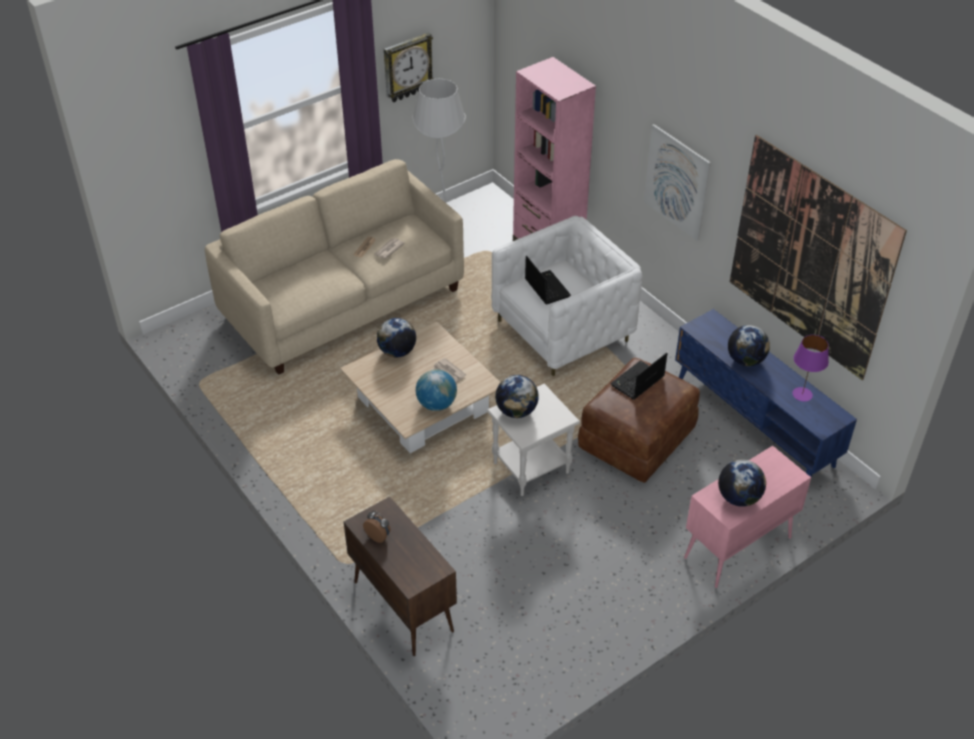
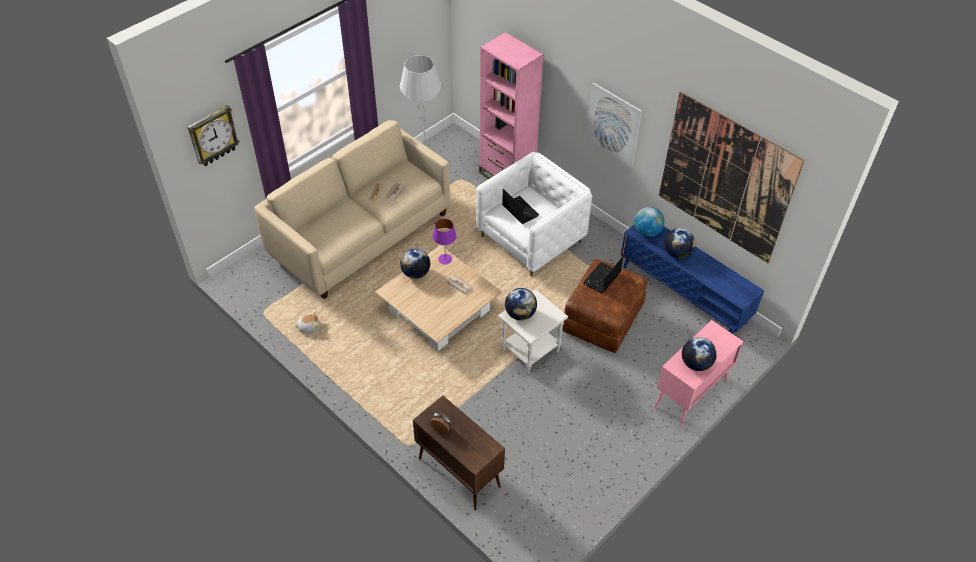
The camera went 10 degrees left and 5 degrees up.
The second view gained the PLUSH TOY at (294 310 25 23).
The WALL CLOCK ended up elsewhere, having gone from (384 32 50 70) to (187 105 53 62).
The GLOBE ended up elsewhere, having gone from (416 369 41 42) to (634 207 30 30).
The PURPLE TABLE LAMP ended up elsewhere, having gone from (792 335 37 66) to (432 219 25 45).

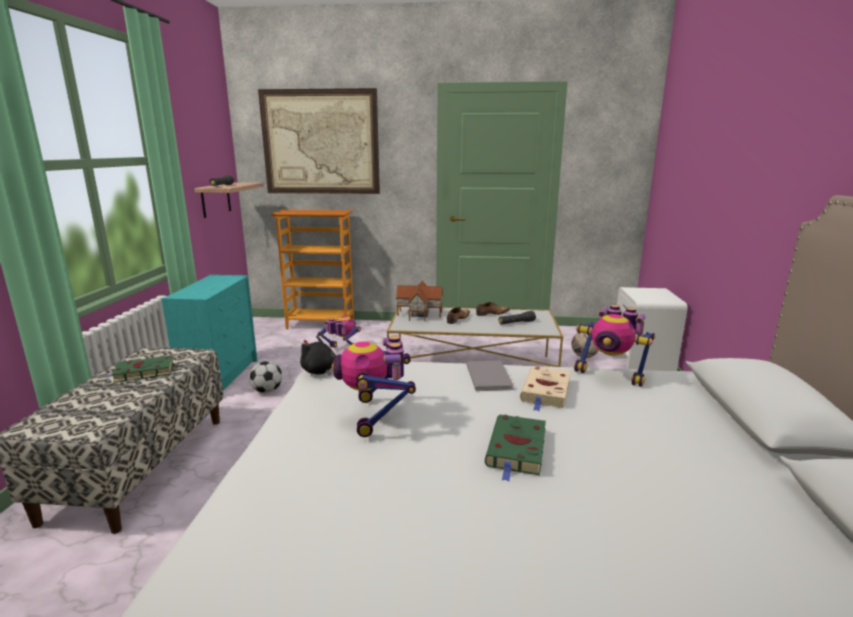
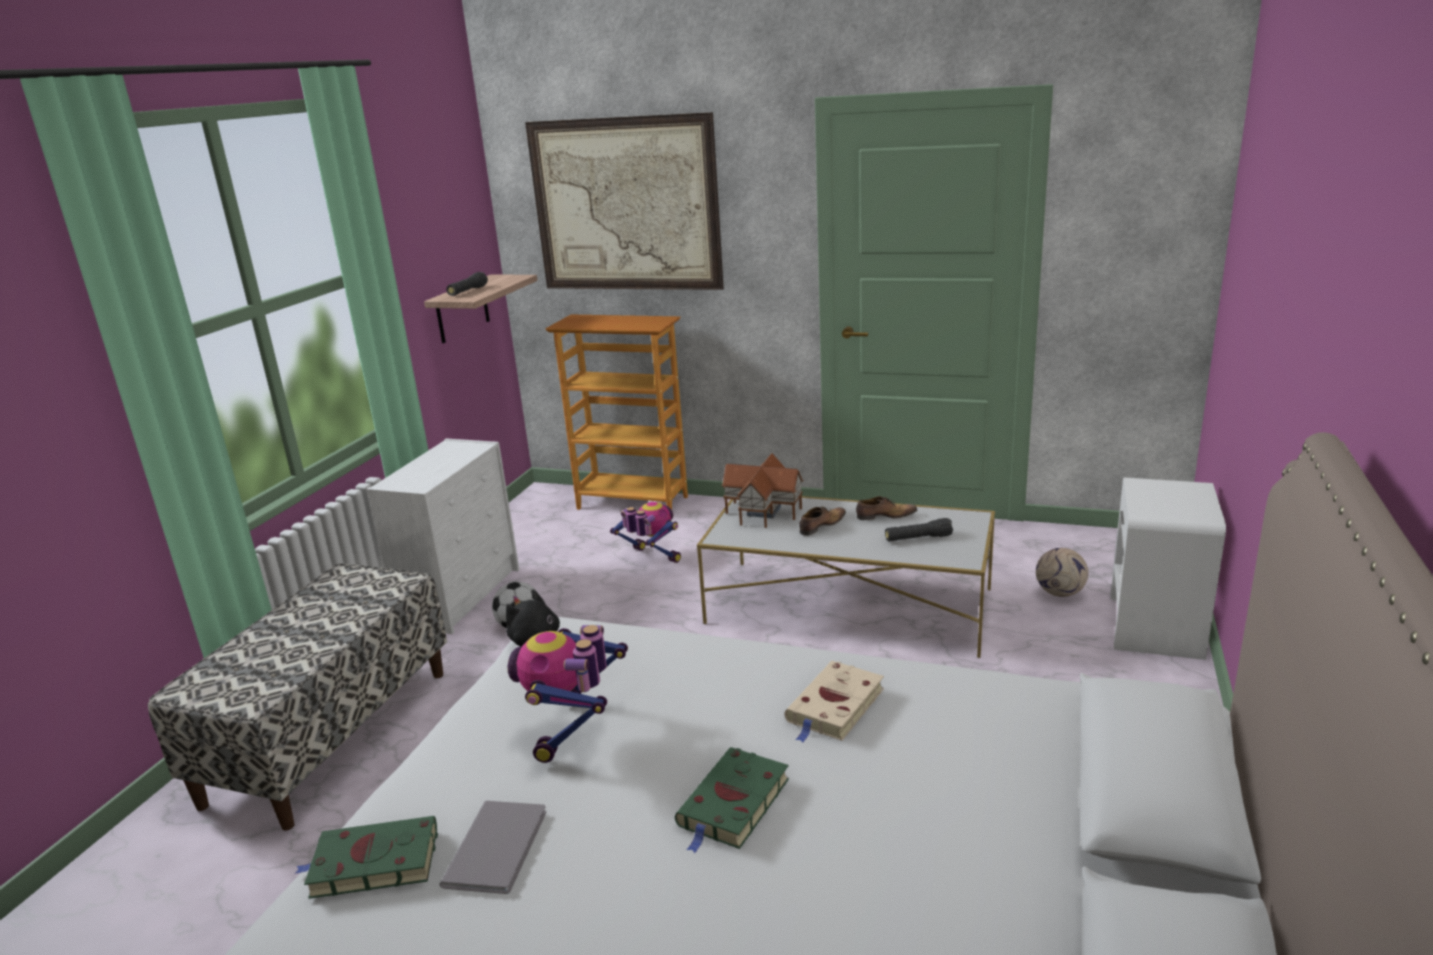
The camera went 15 degrees right and 5 degrees up.
The second view lost the TOY ROBOT at (574 305 81 82).
The GREEN BOOK ended up elsewhere, having gone from (105 356 68 27) to (295 816 143 83).
The GREY BOOK ended up elsewhere, having gone from (466 360 48 31) to (439 801 108 93).
What was the TURQUOISE DRESSER at (161 275 96 115) turned into the WHITE DRESSER at (367 438 153 196).

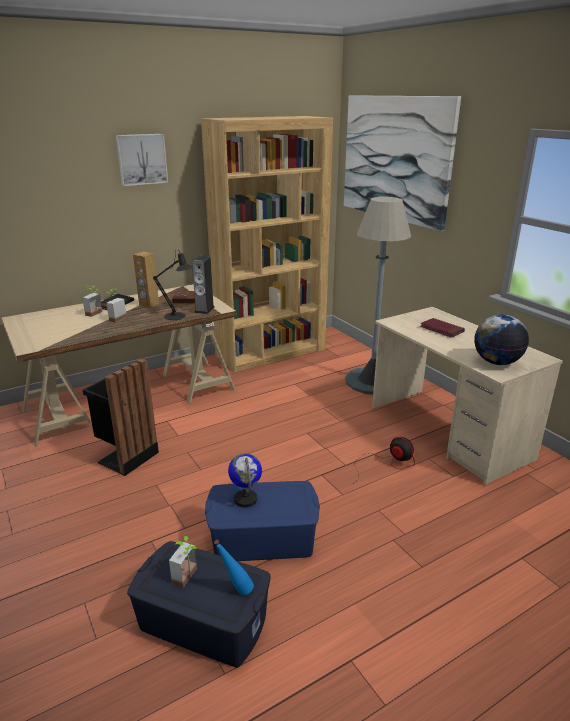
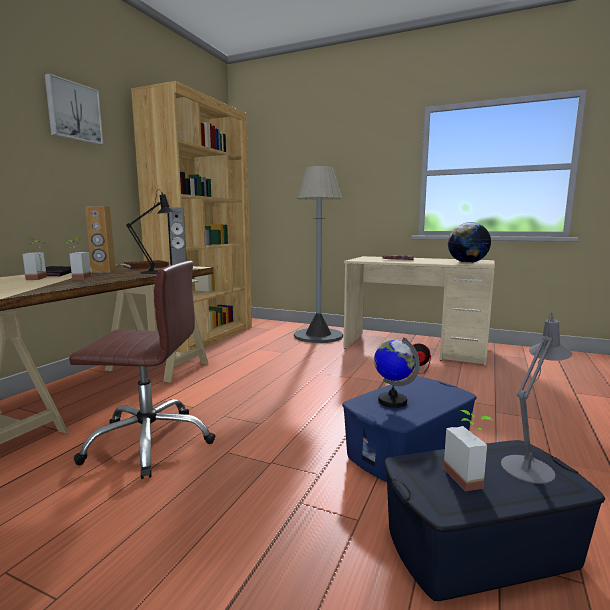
The camera went 35 degrees left and 15 degrees down.
The second view lost the PICTURE at (344 95 117 137).
Where the BLACK TRASH CAN stood at (82 358 77 118), the BROWN OFFICE CHAIR came to stand at (69 261 146 218).
Where the BLUE BOTTLE stood at (214 539 40 56), the GREY TABLE LAMP came to stand at (501 312 71 172).

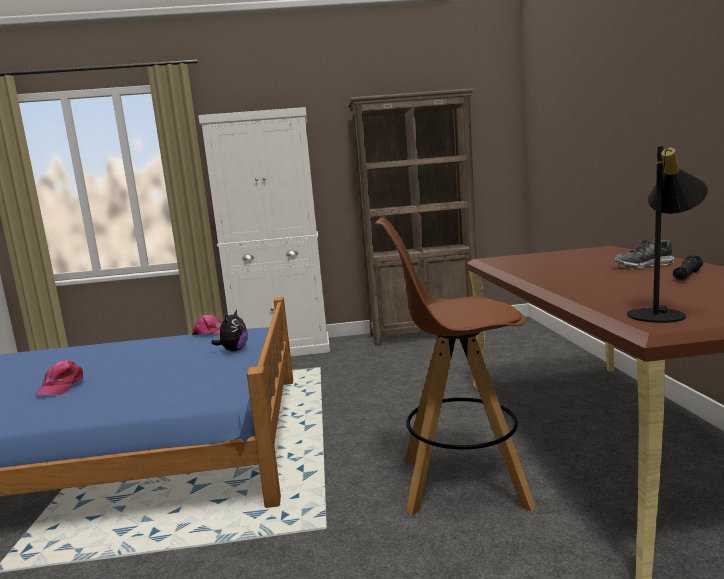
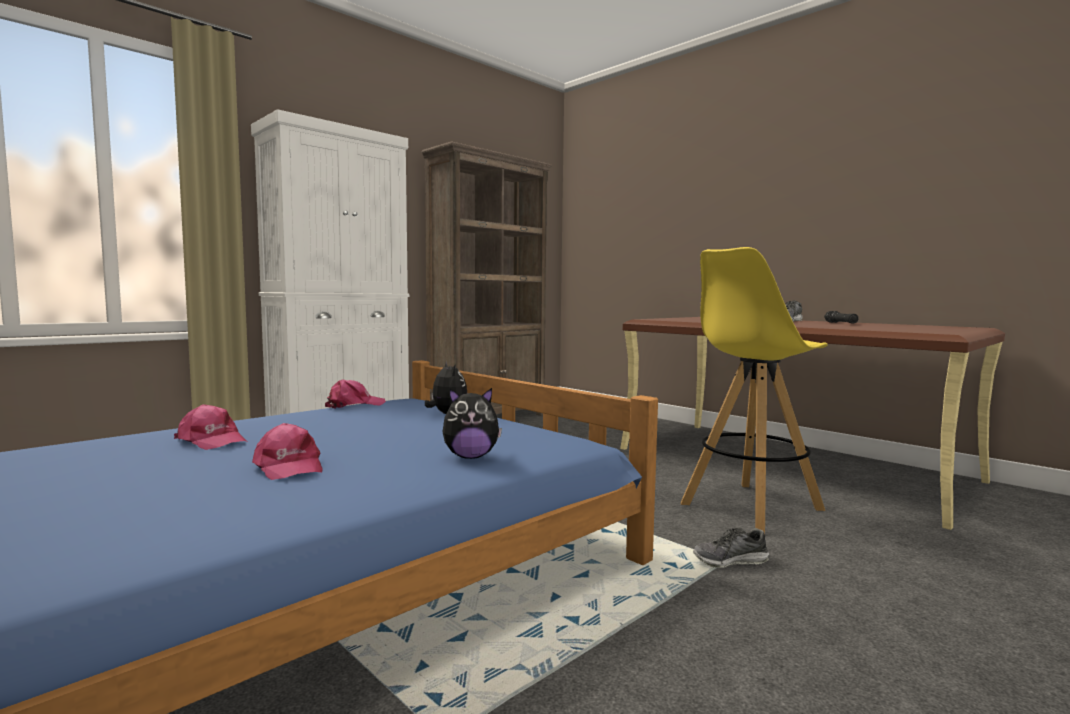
The camera went 40 degrees left and 5 degrees down.
The second view lost the BLACK TABLE LAMP at (627 146 81 177).
The second view gained the PINK CAP at (174 404 73 46).
The second view gained the PLUSH TOY at (442 388 60 71).
The second view gained the SHOE at (693 528 76 40).
What was the BROWN STOOL at (375 218 161 297) turned into the YELLOW STOOL at (681 247 147 287).

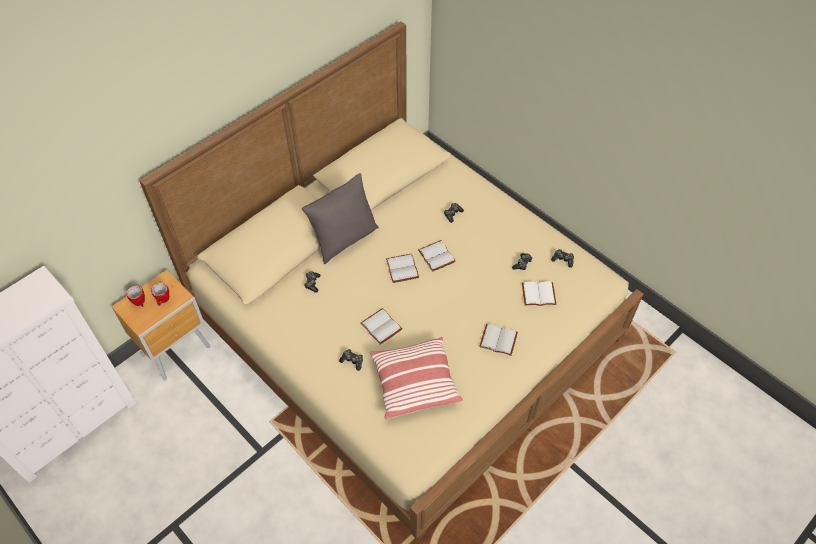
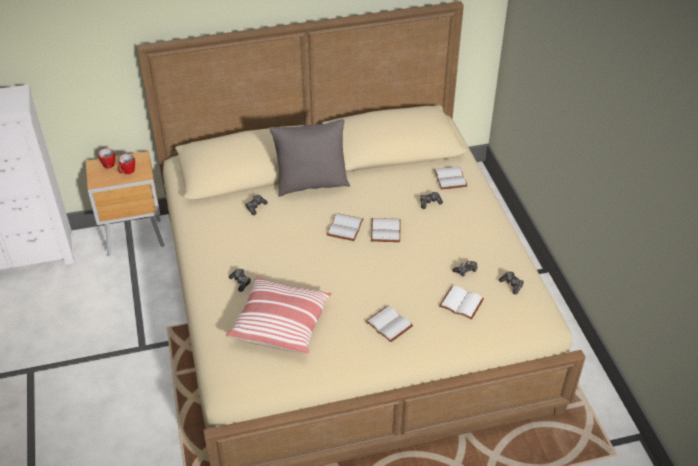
The camera went 30 degrees right and 10 degrees down.
The WHITE BOOK ended up elsewhere, having gone from (360 308 42 37) to (434 166 33 23).

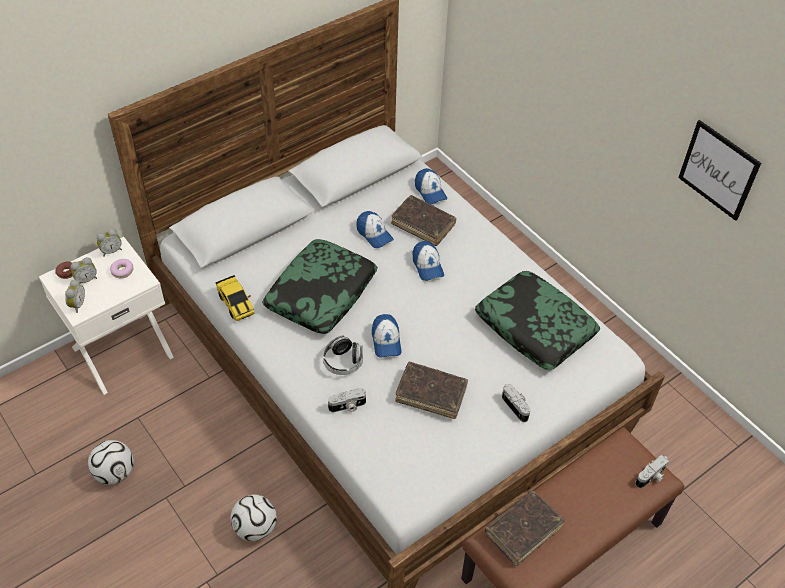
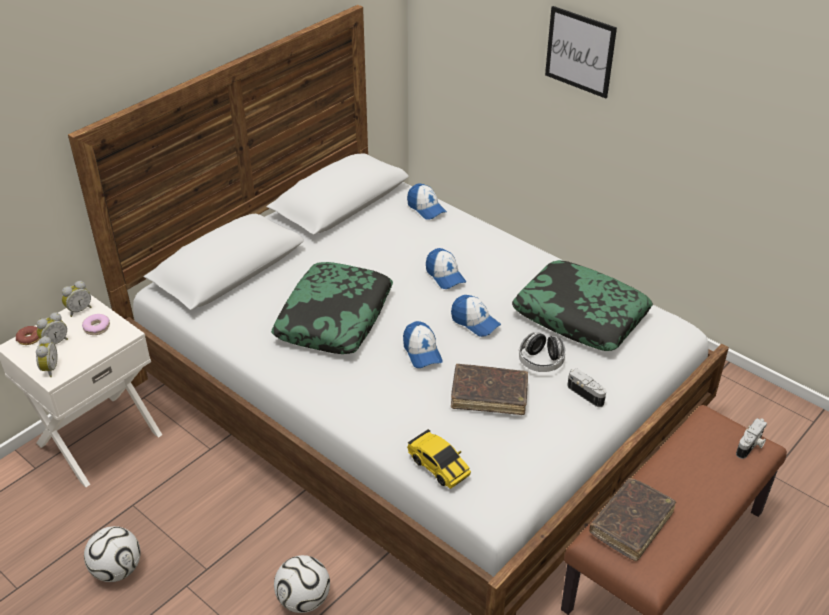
The camera went 10 degrees left and 10 degrees down.
The second view lost the PHOTO CAMERA at (328 388 38 24).
The second view lost the BROWN BOOK at (391 195 65 51).
The TOY CAR ended up elsewhere, having gone from (215 275 40 46) to (407 429 64 60).
The HEADPHONES ended up elsewhere, having gone from (323 336 40 39) to (519 332 46 40).
The CAP ended up elsewhere, having gone from (356 211 38 37) to (451 295 50 42).
The PICTURE ended up elsewhere, having gone from (678 120 83 101) to (545 6 72 92).

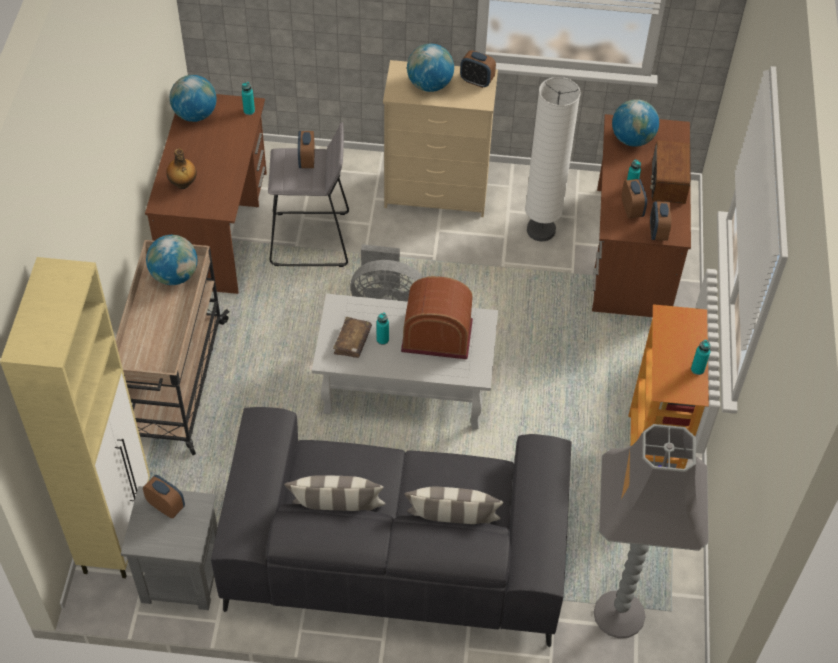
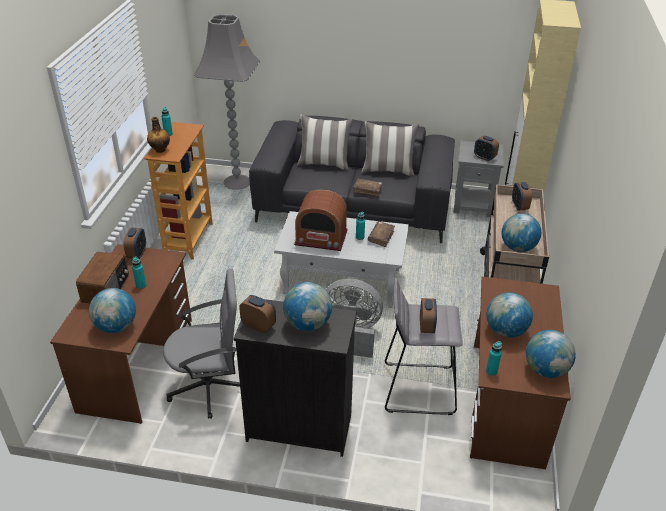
The camera went 175 degrees left and 15 degrees down.
The second view gained the BROWN BOOK at (353 178 30 19).
The second view gained the GLOBE at (486 292 47 46).
The BOTTLE ended up elsewhere, having gone from (166 149 31 40) to (147 117 23 36).
The ALARM CLOCK ended up elsewhere, having gone from (622 179 25 39) to (512 182 20 29).
Where the WHITE FLOOR LAMP stood at (525 77 56 165), the GREY OFFICE CHAIR came to stand at (163 269 77 150).
What was the BEIGE DRESSER at (383 60 115 157) turned into the BLACK DRESSER at (234 299 123 158).

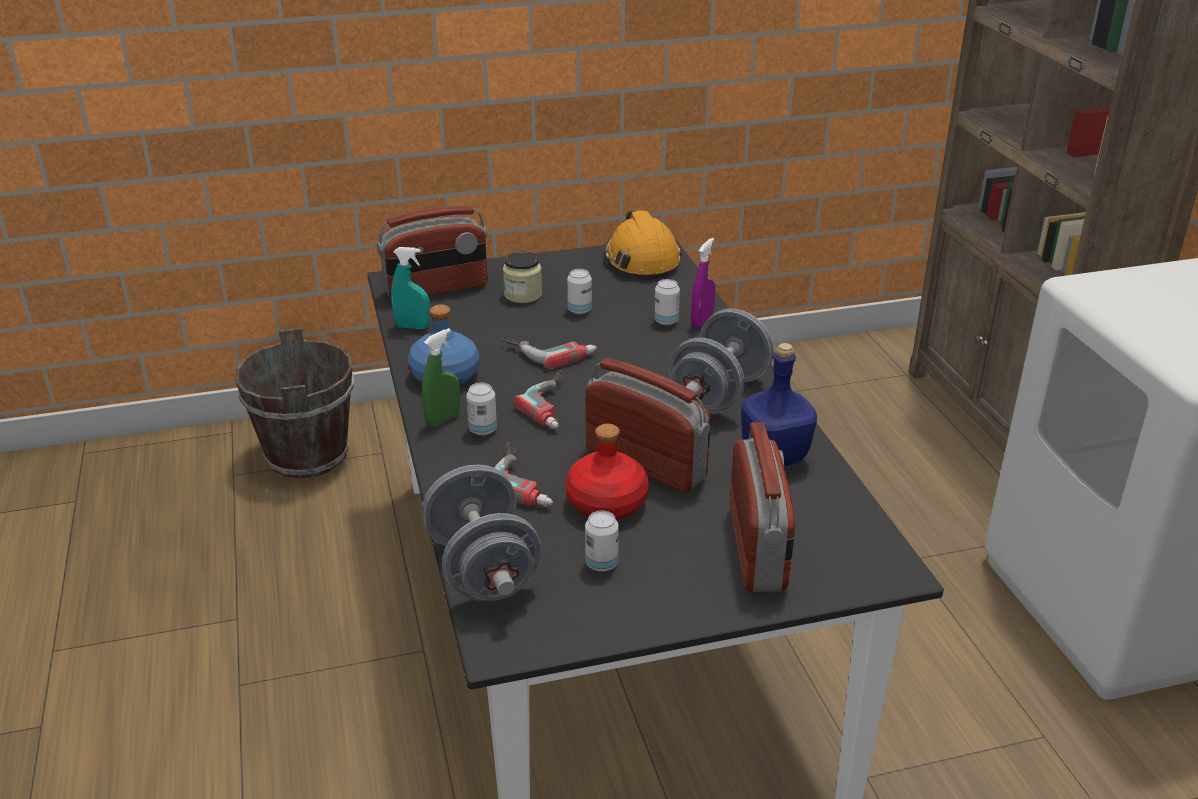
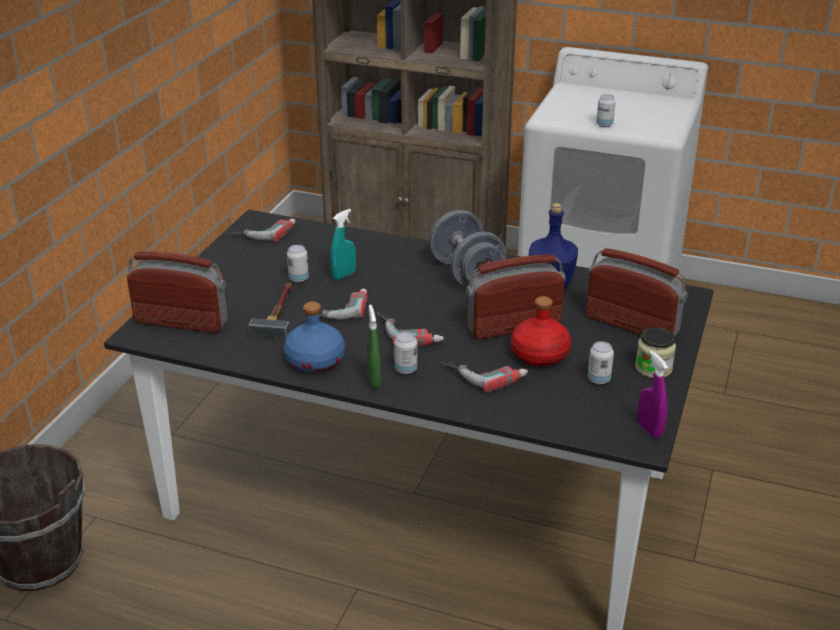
The camera went 55 degrees left and 0 degrees up.
The second view lost the GREY DUMBBELL at (422 465 120 136).
The second view gained the HAMMER at (248 283 44 55).
The TURQUOISE SPRAY BOTTLE ended up elsewhere, having gone from (391 247 39 82) to (330 209 26 71).
The JAR ended up elsewhere, having gone from (503 251 39 52) to (635 327 41 51).
The CAN ended up elsewhere, having gone from (654 279 26 47) to (596 94 20 33).
The PURPLE SPRAY BOTTLE ended up elsewhere, having gone from (691 238 24 90) to (638 351 30 87).
Where the ORANGE HARD HAT stood at (604 210 78 70), the POWER DRILL came to stand at (227 218 68 24).
The RADIO at (377 206 111 93) ended up facing another way, 90 degrees counterclockwise from before.

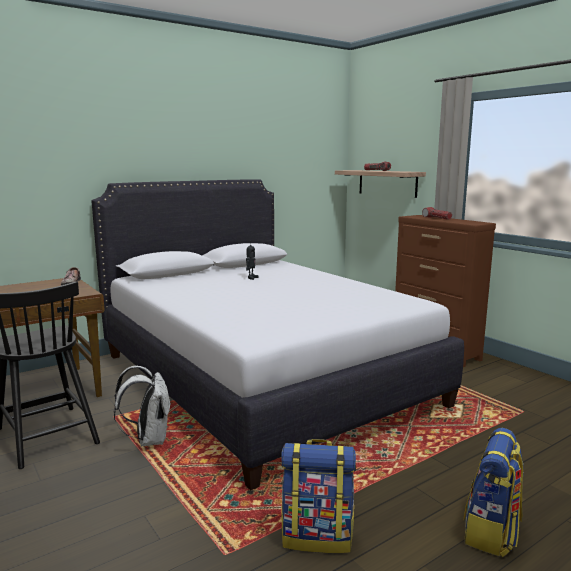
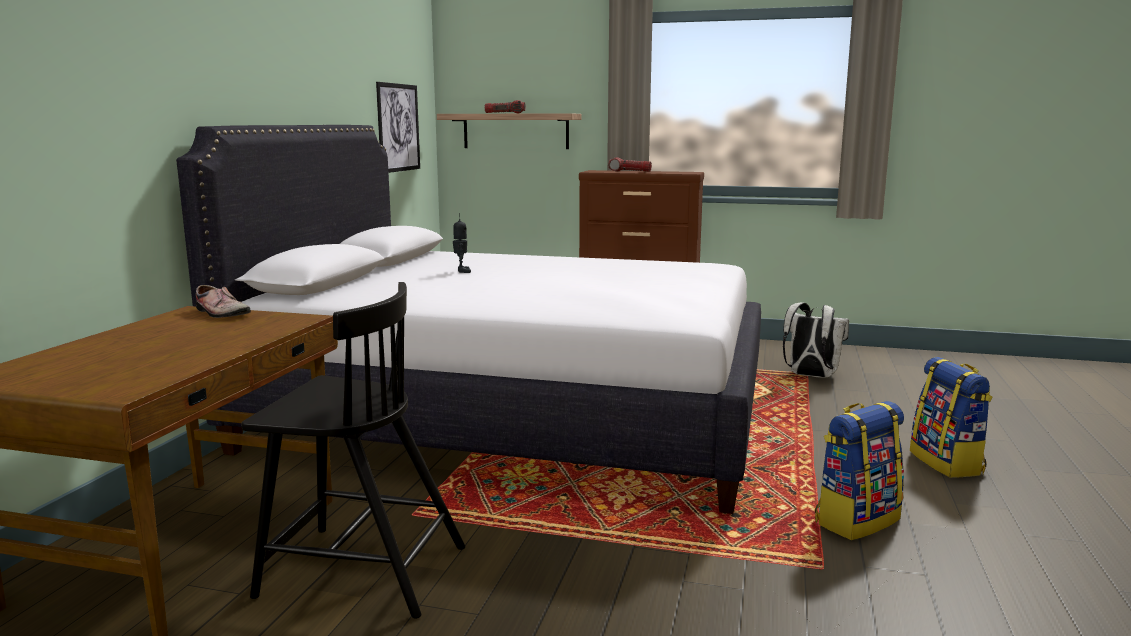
The camera went 40 degrees left and 0 degrees up.
The second view gained the PICTURE at (376 82 44 91).
The WHITE BACKPACK ended up elsewhere, having gone from (114 366 57 80) to (783 302 66 76).

